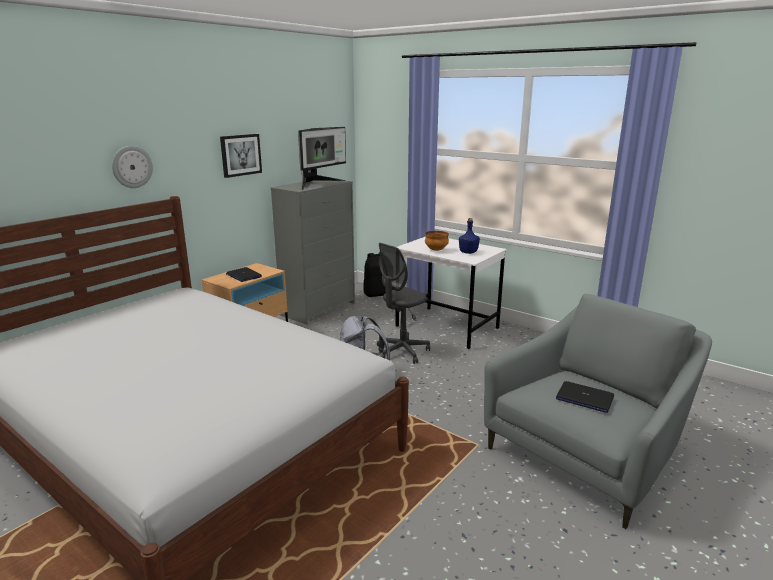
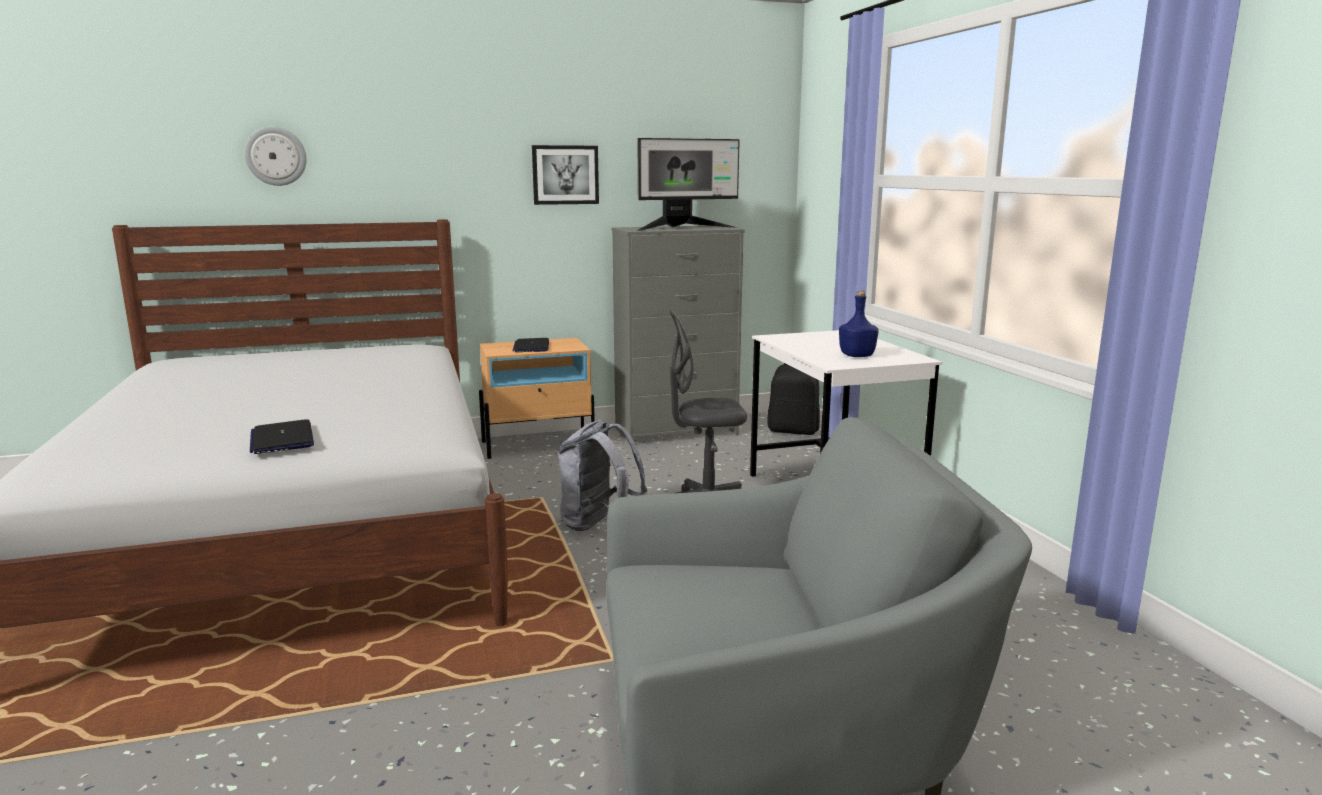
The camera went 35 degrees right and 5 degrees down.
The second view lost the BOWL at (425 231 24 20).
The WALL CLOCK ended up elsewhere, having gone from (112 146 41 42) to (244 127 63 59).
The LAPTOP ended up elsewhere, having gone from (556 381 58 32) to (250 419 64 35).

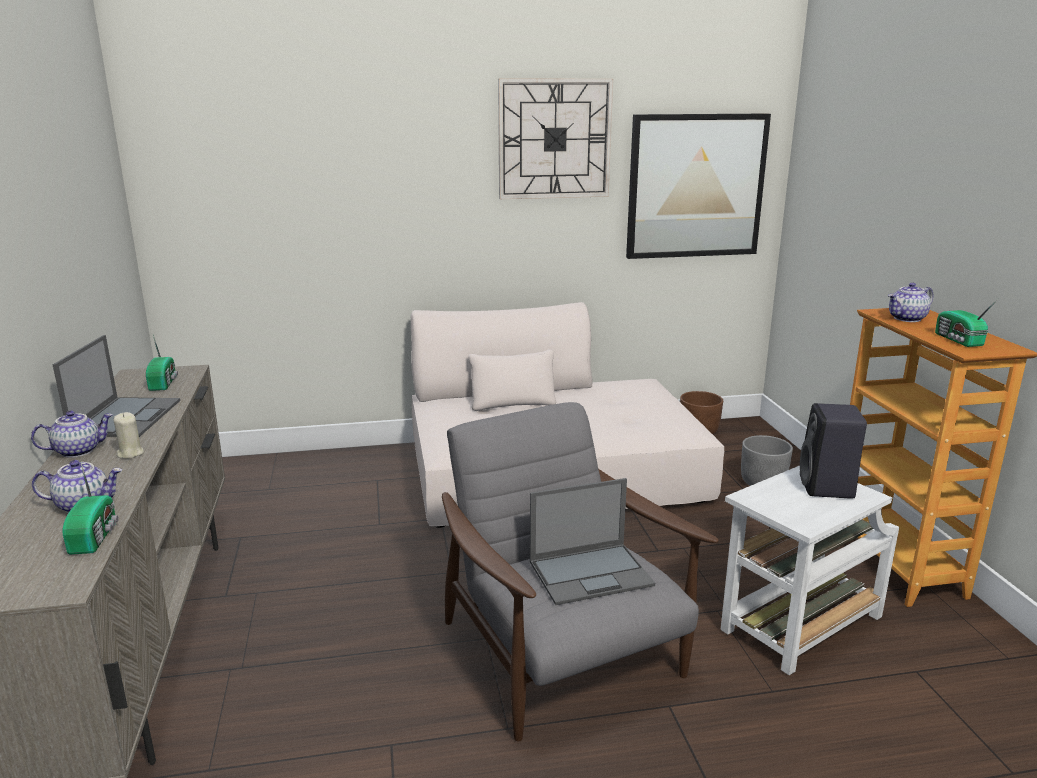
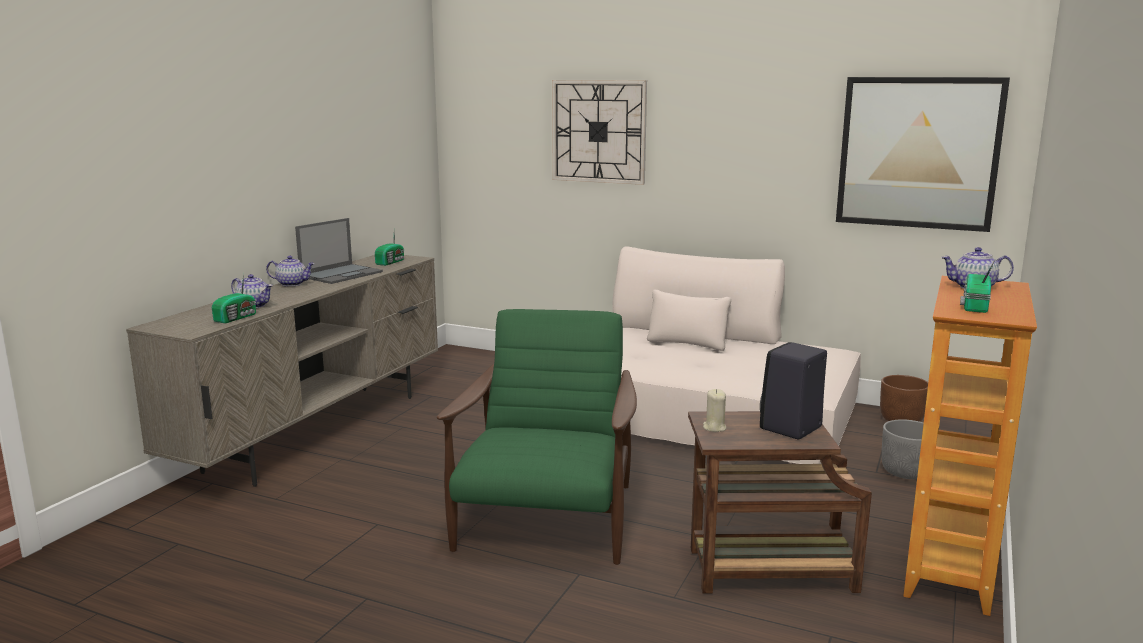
The camera went 35 degrees right and 5 degrees down.
The second view lost the LAPTOP at (530 478 125 127).
The BEIGE CANDLE ended up elsewhere, having gone from (113 412 31 47) to (703 389 23 43).
The WALL CLOCK ended up elsewhere, having gone from (498 79 115 120) to (552 80 95 105).
What was the GREY ARMCHAIR at (442 402 277 340) turned into the GREEN ARMCHAIR at (437 309 200 256).
What was the WHITE SIDE TABLE at (720 465 179 210) turned into the BROWN SIDE TABLE at (688 411 184 183).

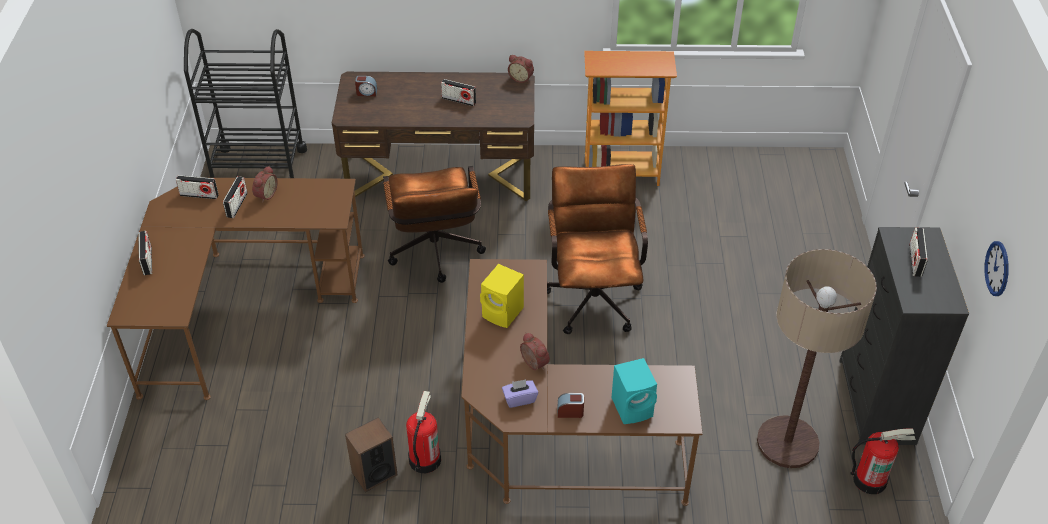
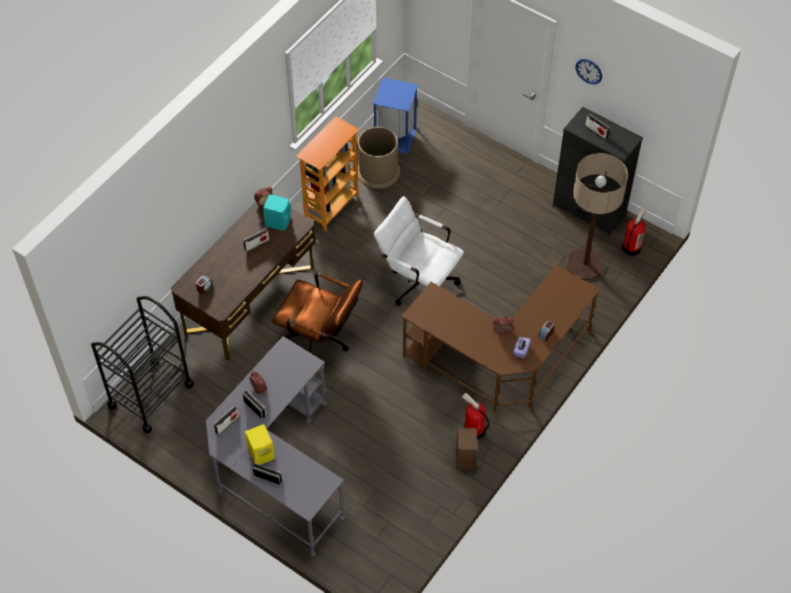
The camera went 55 degrees left and 10 degrees up.
The second view gained the BROWN TRASH CAN at (358 127 42 62).
The second view gained the BLUE TRASH CAN at (373 78 45 76).
The YELLOW SPEAKER ended up elsewhere, having gone from (480 264 44 64) to (245 424 30 41).
The TURQUOISE SPEAKER ended up elsewhere, having gone from (611 358 46 66) to (263 194 28 37).
The WALL CLOCK ended up elsewhere, having gone from (984 241 25 55) to (576 59 26 25).
What was the BROWN DESK at (107 178 258 222) turned into the GREY DESK at (206 336 139 220).
What was the BROWN OFFICE CHAIR at (547 164 101 170) turned into the WHITE OFFICE CHAIR at (374 196 90 110).

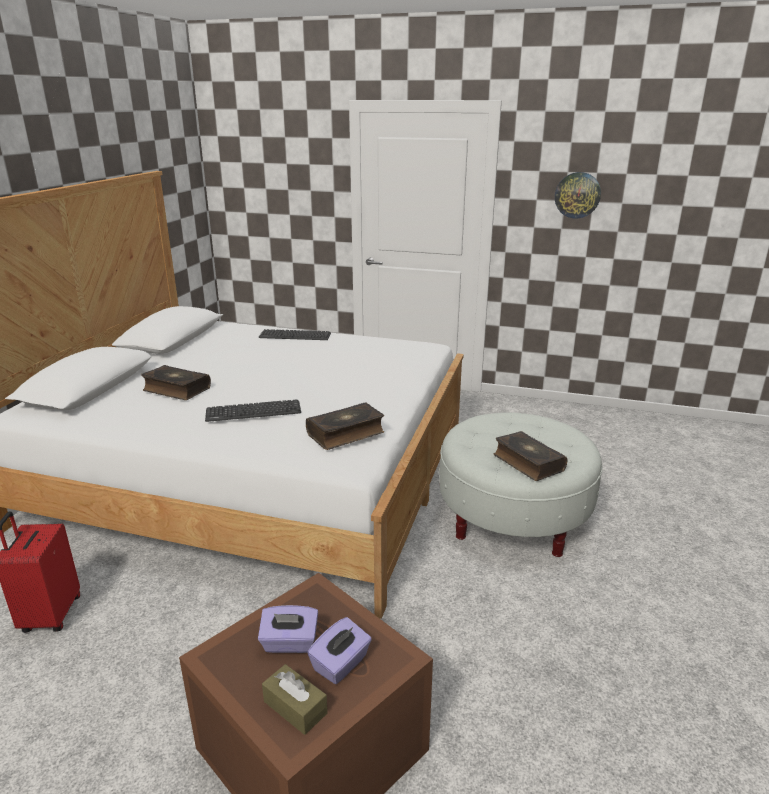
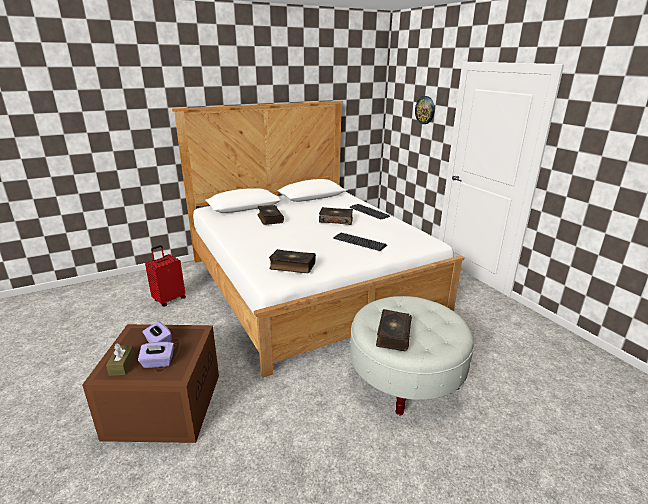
The camera went 45 degrees right and 0 degrees up.
The second view gained the BOOK at (319 207 34 18).
The KEYBOARD ended up elsewhere, having gone from (205 399 96 23) to (333 233 54 18).
The WALL CLOCK ended up elsewhere, having gone from (555 172 46 47) to (415 96 20 28).

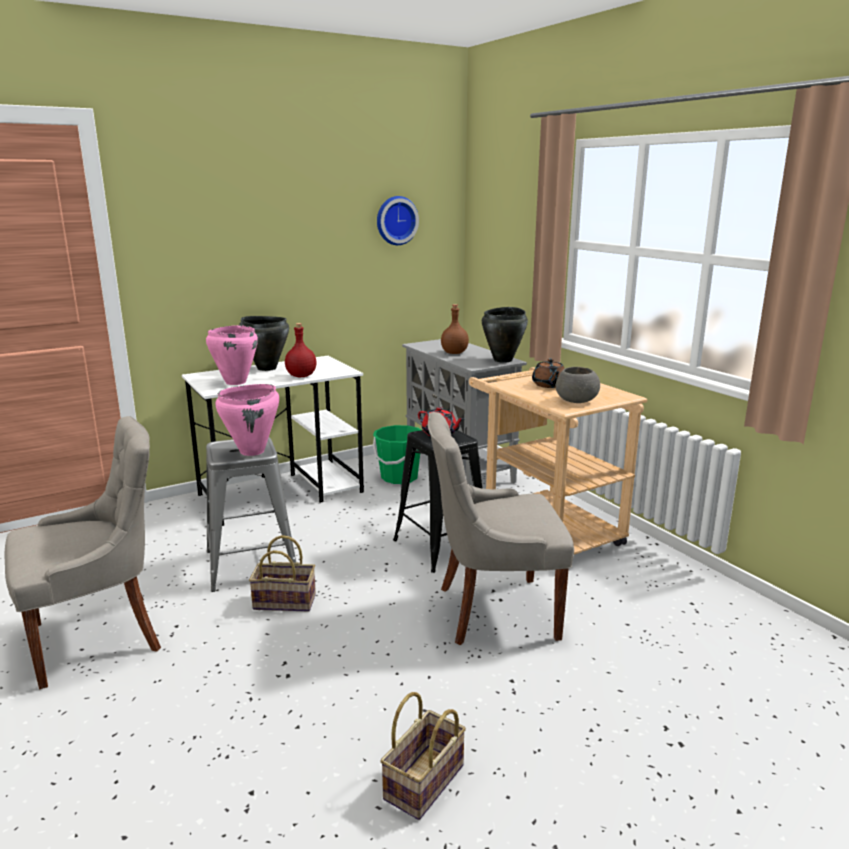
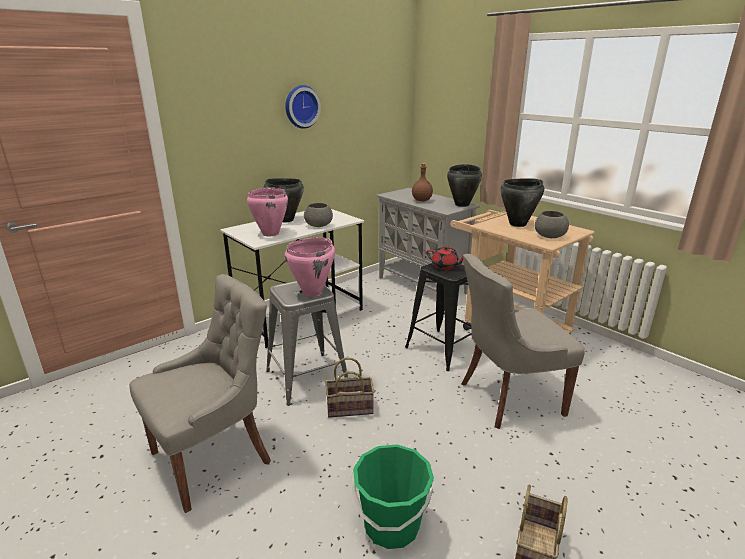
The camera went 10 degrees left and 5 degrees up.
The GREEN BUCKET ended up elsewhere, having gone from (373 425 48 59) to (352 444 82 105).
The WALL CLOCK ended up elsewhere, having gone from (377 196 42 49) to (285 85 36 44).
Where the RED BOTTLE stood at (285 323 32 54), the GREY BOWL came to stand at (304 203 29 24).
Where the BROWN TEAPOT stood at (532 358 33 30), the BLACK COOKING POT came to stand at (500 178 44 49).

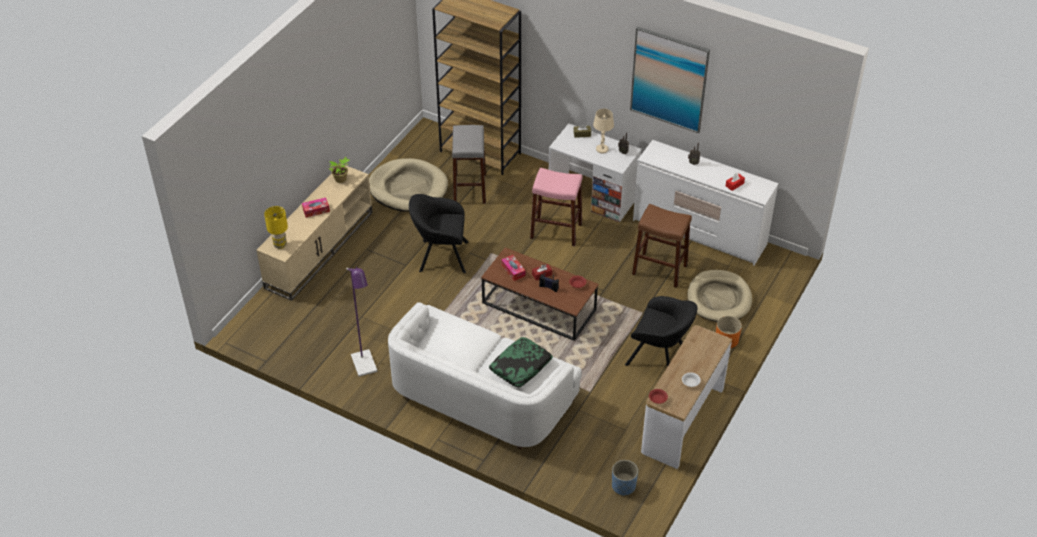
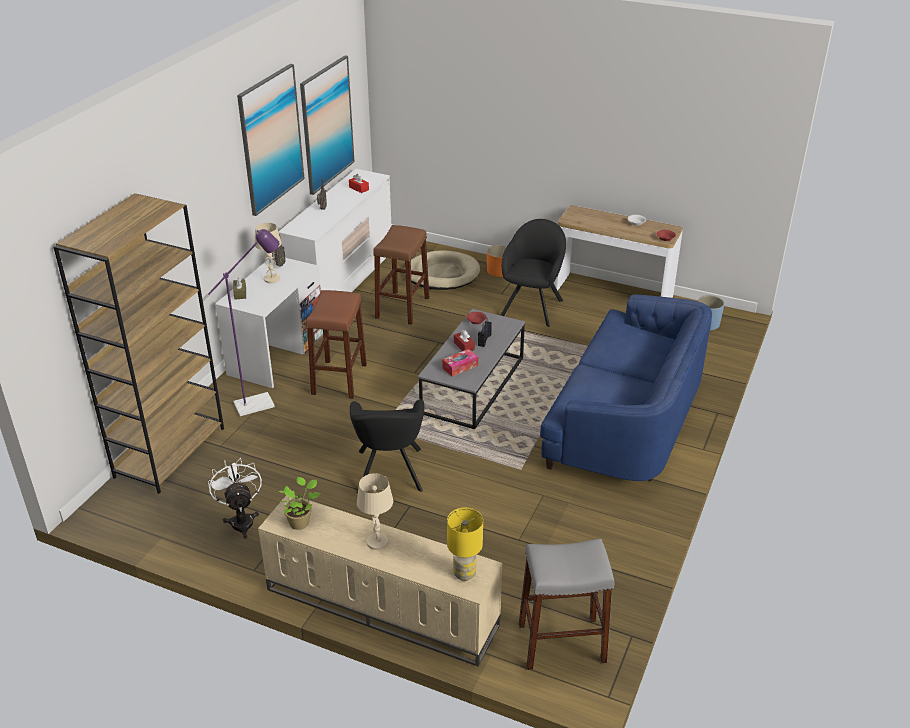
The camera went 95 degrees left and 10 degrees down.
The second view lost the PILLOW at (489 337 64 50).
The second view gained the PICTURE at (300 55 55 140).
The PURPLE FLOOR LAMP ended up elsewhere, having gone from (346 266 31 111) to (202 229 78 187).
The GREY STOOL ended up elsewhere, having gone from (452 125 34 79) to (519 539 95 131).
Where the TISSUE BOX stood at (302 198 28 20), the BEIGE TABLE LAMP came to stand at (357 473 36 77).
Where the BEIGE DOG BED stood at (369 158 79 54), the WHITE FAN came to stand at (208 458 54 81).
What was the WHITE SOFA at (388 302 194 147) turned into the BLUE SOFA at (540 295 172 186).
What was the BROWN COFFEE TABLE at (481 247 118 94) turned into the GREY COFFEE TABLE at (418 309 107 120).
What was the PINK STOOL at (530 168 52 78) turned into the BROWN STOOL at (306 290 61 109).

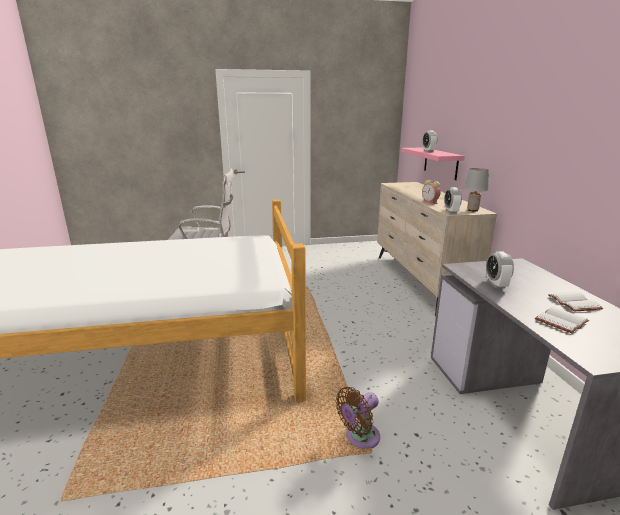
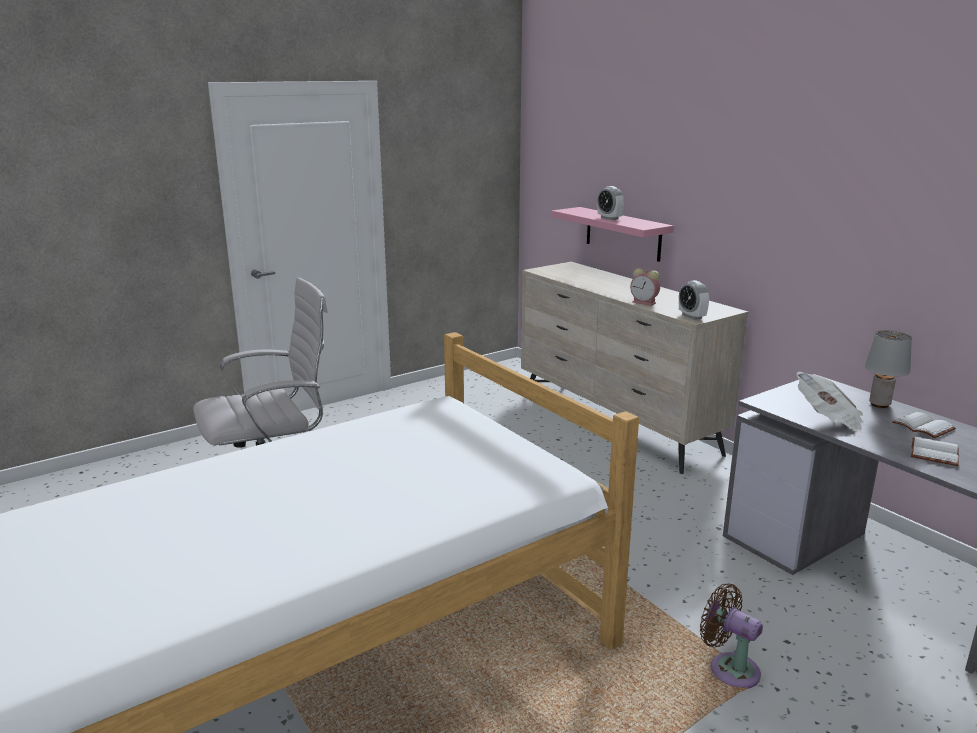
The camera went 25 degrees left and 0 degrees up.
The GREY TABLE LAMP ended up elsewhere, having gone from (464 168 25 43) to (864 330 48 78).
Where the ALARM CLOCK stood at (486 251 28 38), the NEWSPAPER came to stand at (796 372 67 60).
The BROWN FAN at (335 387 45 61) ended up facing another way, 105 degrees clockwise from before.

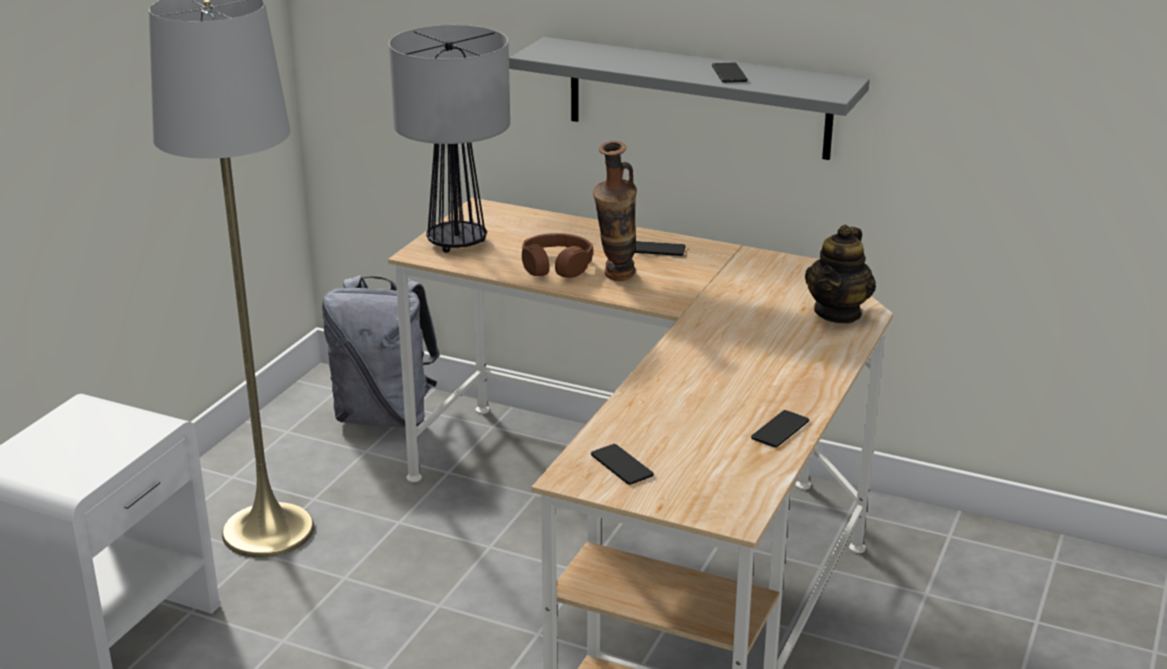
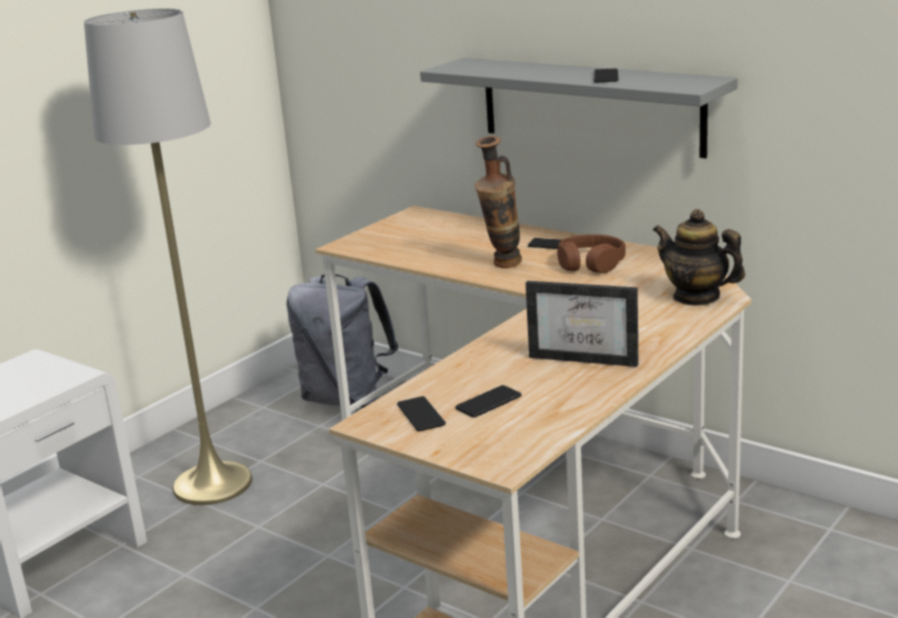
The camera went 15 degrees right and 5 degrees down.
The second view lost the TABLE LAMP at (389 25 121 228).
The second view gained the PICTURE FRAME at (526 281 112 86).
The BROWN HEADPHONES ended up elsewhere, having gone from (522 233 71 45) to (557 234 69 39).
The PHONE ended up elsewhere, having gone from (751 410 58 38) to (455 385 67 33).
The TEAPOT at (805 225 71 98) ended up facing another way, 90 degrees clockwise from before.

